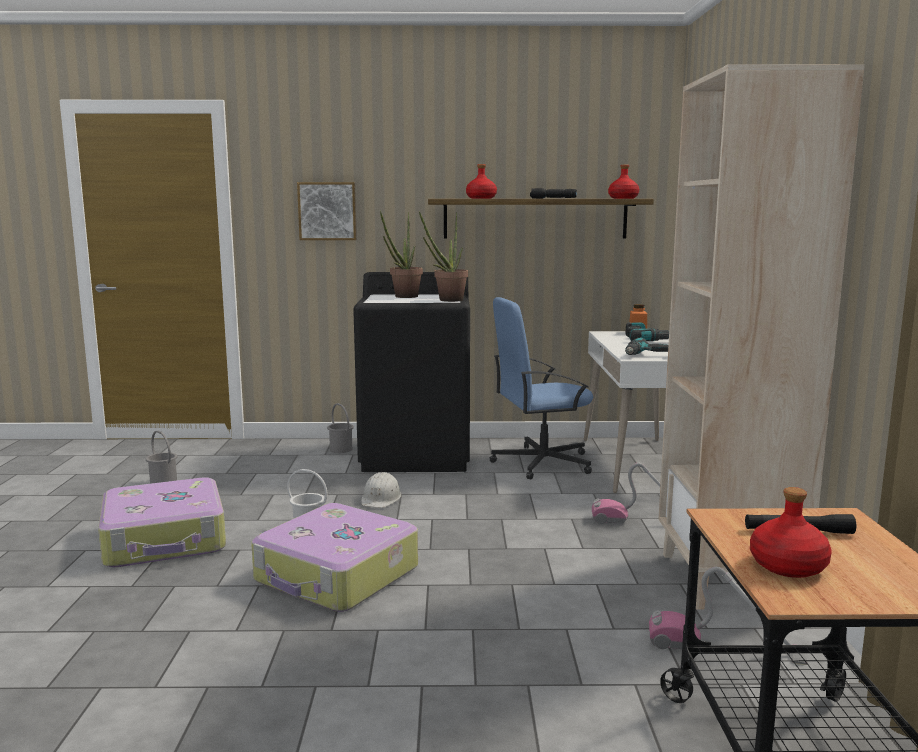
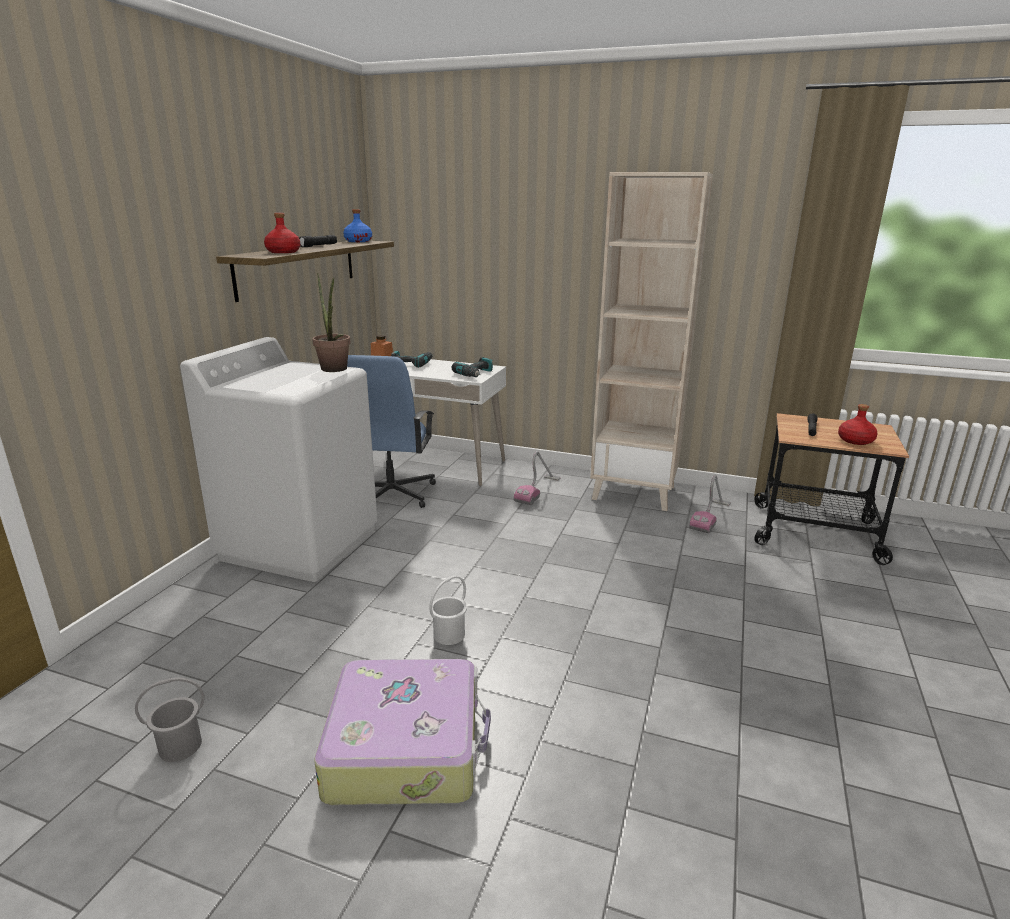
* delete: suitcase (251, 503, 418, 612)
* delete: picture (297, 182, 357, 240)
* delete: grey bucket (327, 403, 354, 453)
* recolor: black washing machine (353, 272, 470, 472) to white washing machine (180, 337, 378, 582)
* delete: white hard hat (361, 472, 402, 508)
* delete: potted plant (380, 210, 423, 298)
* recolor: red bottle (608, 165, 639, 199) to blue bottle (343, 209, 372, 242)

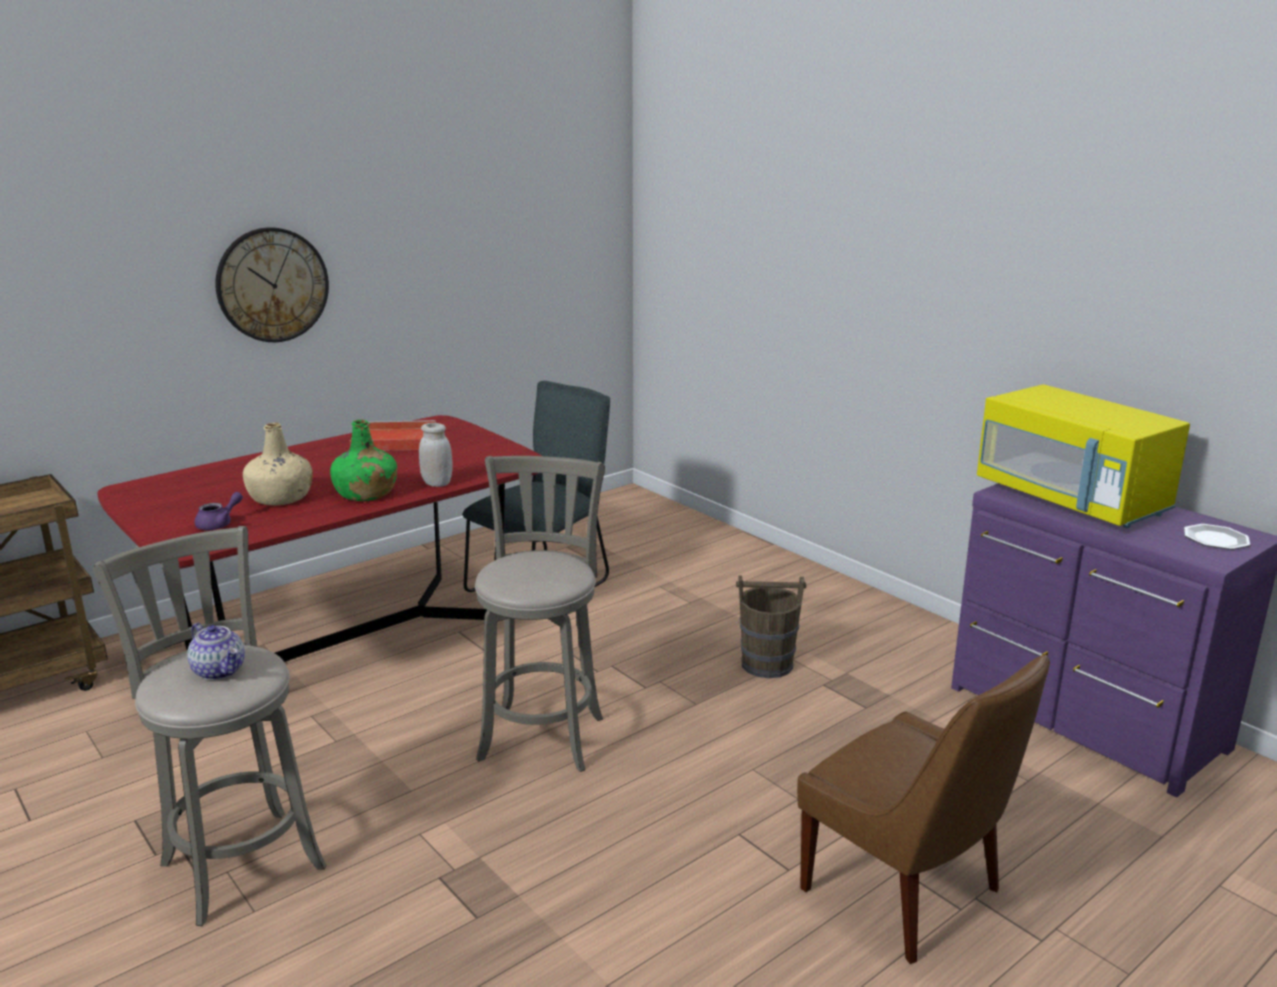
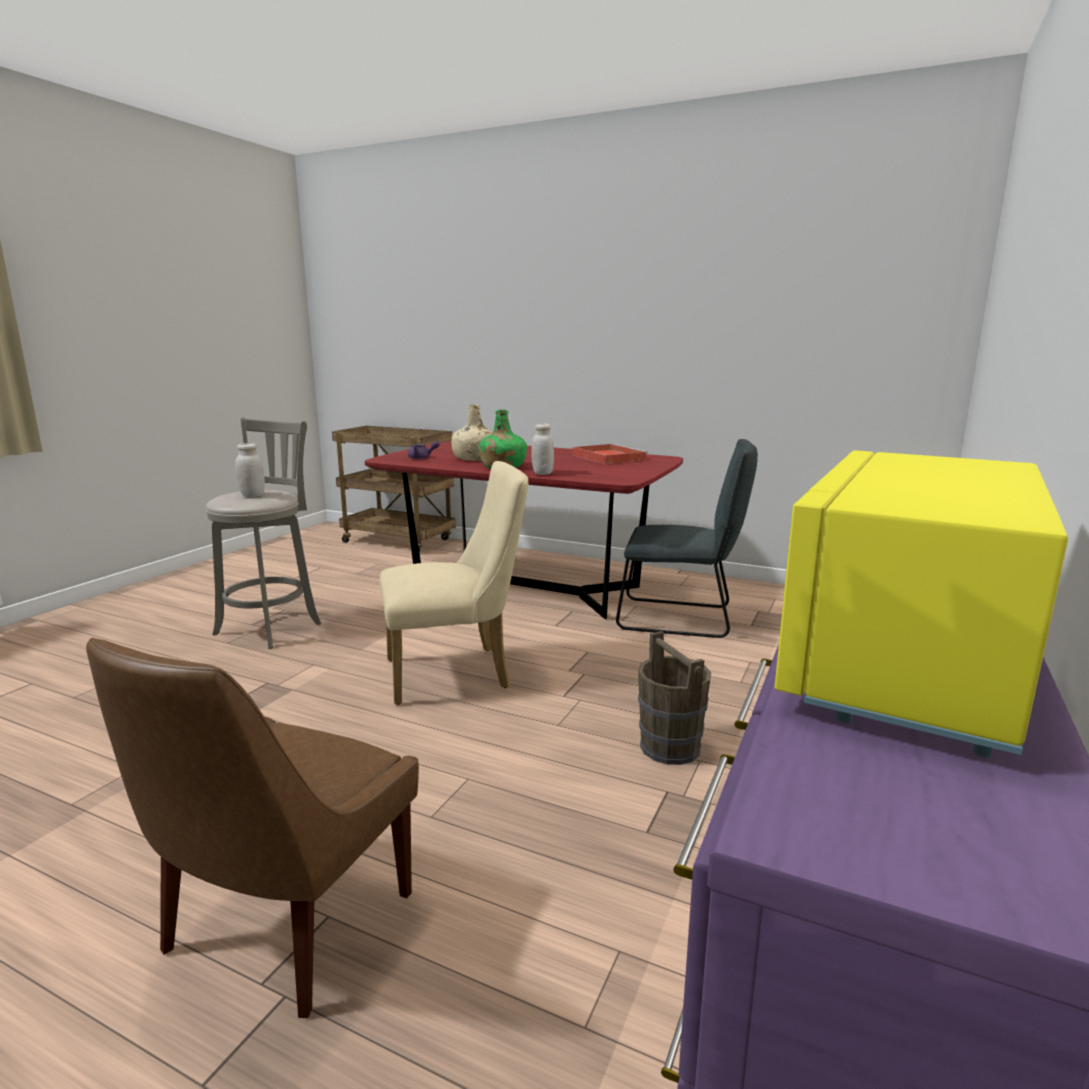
* replace: teapot (187, 623, 245, 680) to white jar (235, 443, 265, 497)
* delete: wall clock (215, 227, 329, 342)
* replace: grey stool (475, 456, 605, 772) to beige chair (380, 461, 528, 705)
* delete: plate (1184, 524, 1251, 550)

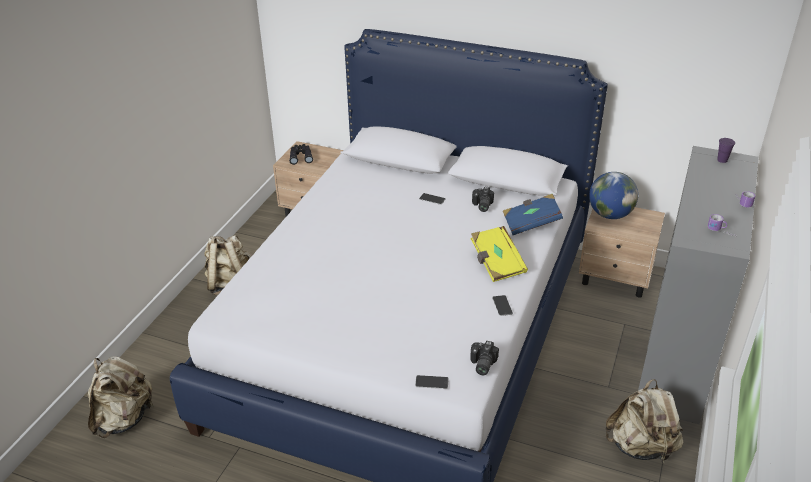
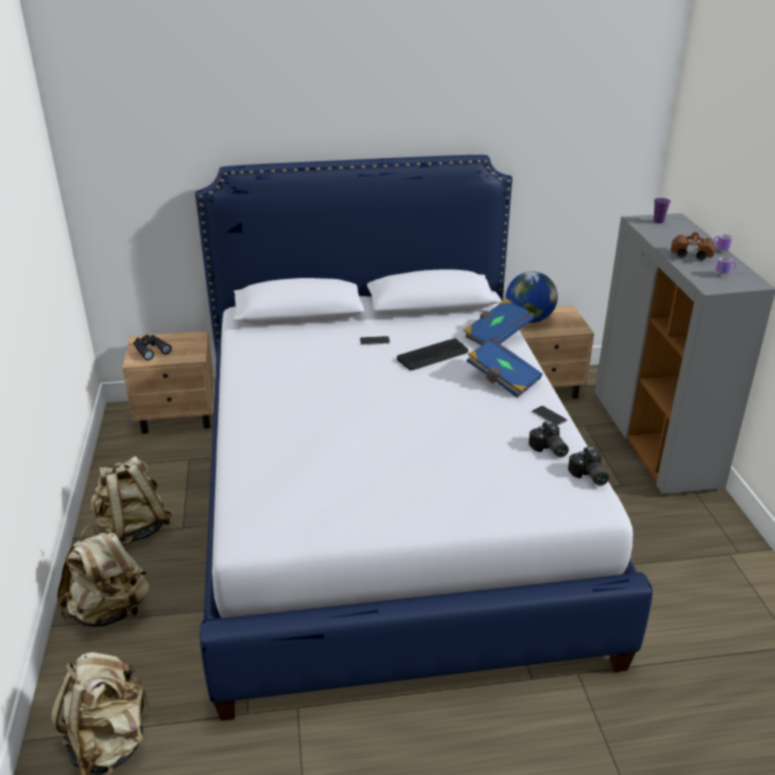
* delete: phone (415, 375, 449, 389)
* recolor: yellow book (471, 226, 528, 282) to blue book (466, 339, 542, 398)
* move: photo camera (472, 187, 494, 212) to (529, 421, 569, 458)
* move: beige backpack (606, 379, 684, 463) to (57, 524, 150, 627)
* insert: keyboard (397, 338, 469, 370)
* insert: brown binoculars (671, 232, 716, 261)

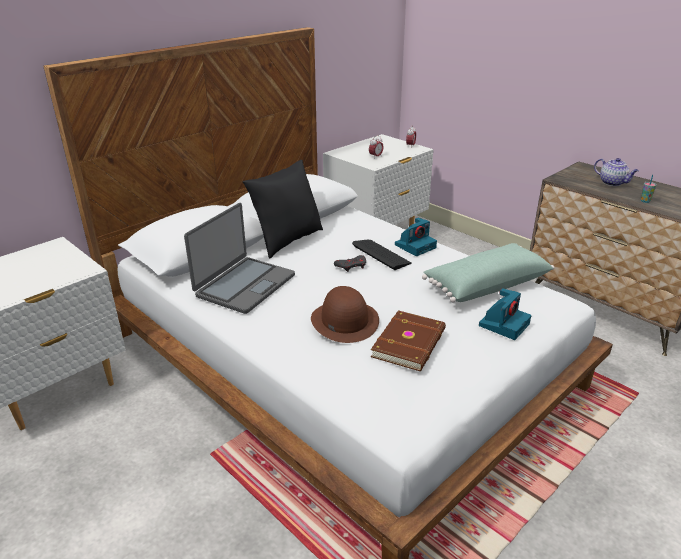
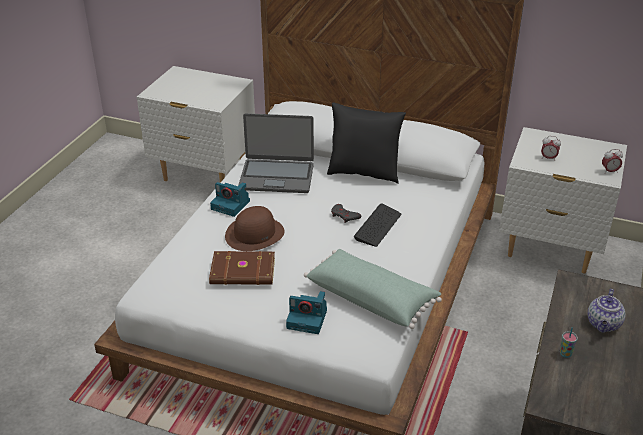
* move: photo camera (395, 217, 437, 256) to (210, 182, 250, 217)

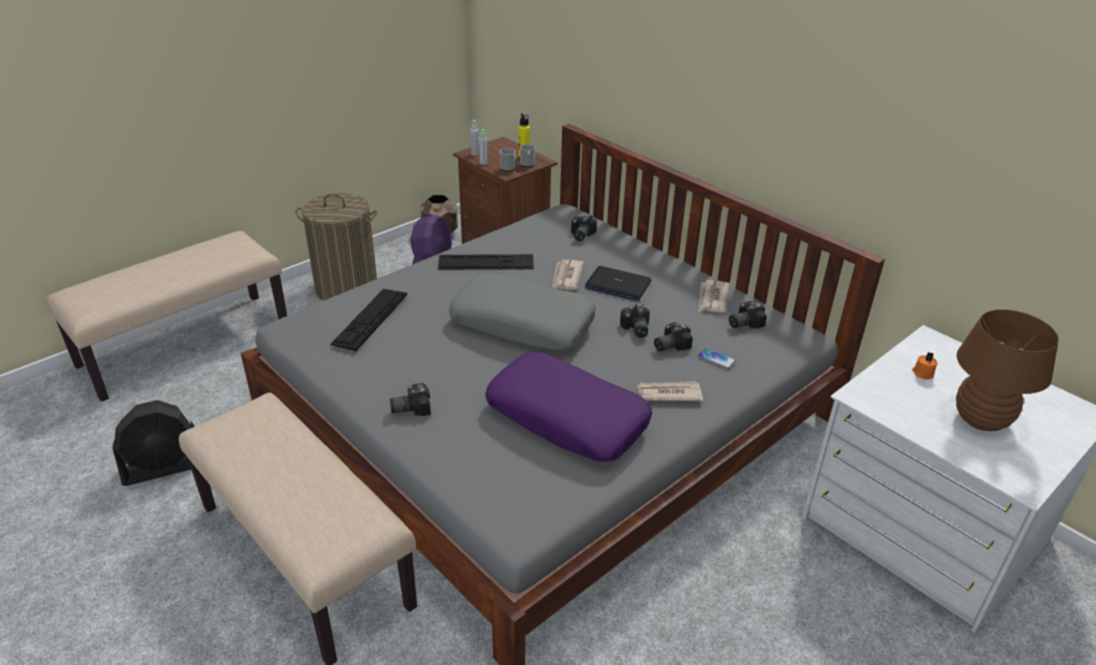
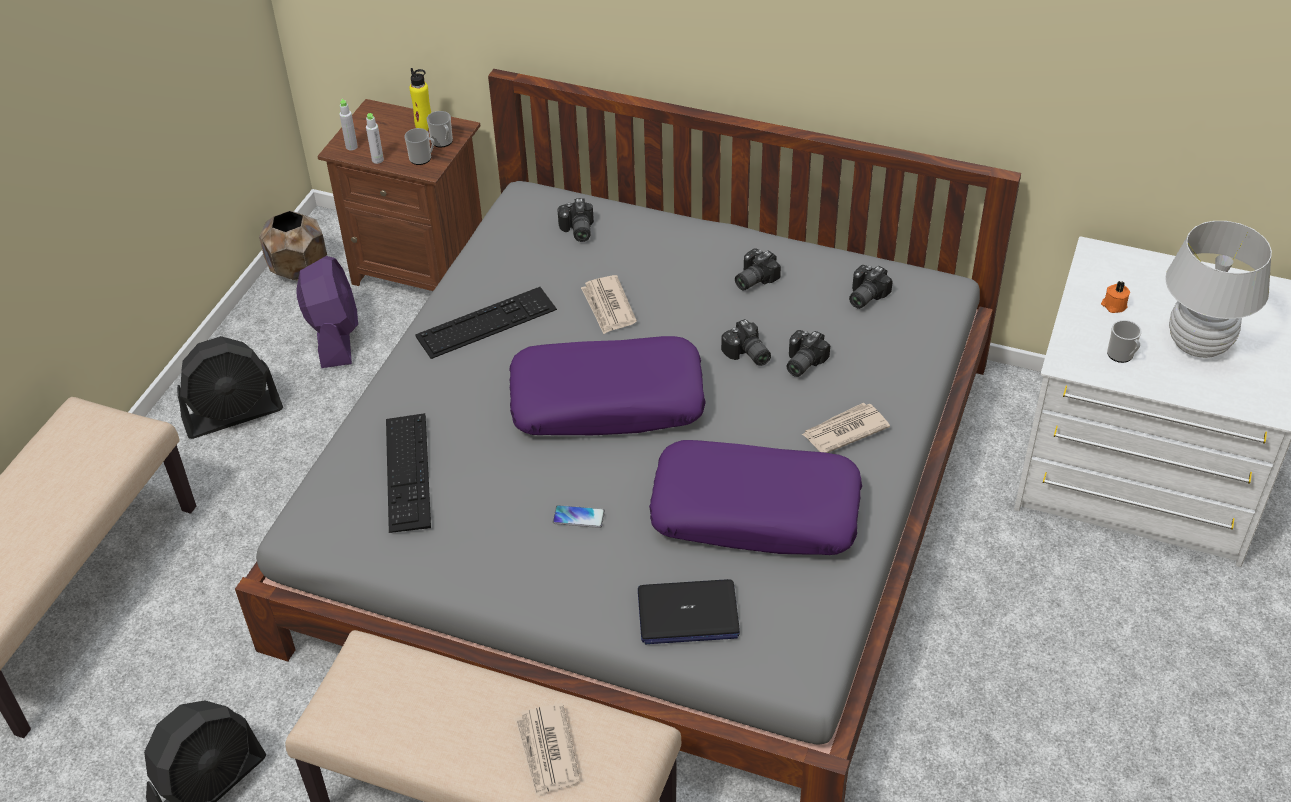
* replace: laundry basket (296, 193, 377, 301) to black fan (177, 336, 283, 439)
* move: photo camera (390, 383, 431, 416) to (735, 248, 781, 290)
* recolor: grey pillow (449, 273, 596, 351) to purple pillow (509, 336, 706, 435)
* move: laptop (585, 266, 651, 301) to (638, 579, 740, 645)
* move: phone (698, 348, 736, 369) to (553, 505, 605, 528)
* move: newspaper (699, 280, 730, 313) to (515, 703, 580, 796)
* recolor: brown table lamp (956, 309, 1059, 431) to white table lamp (1165, 221, 1272, 358)
* insert: mug (1107, 320, 1141, 363)

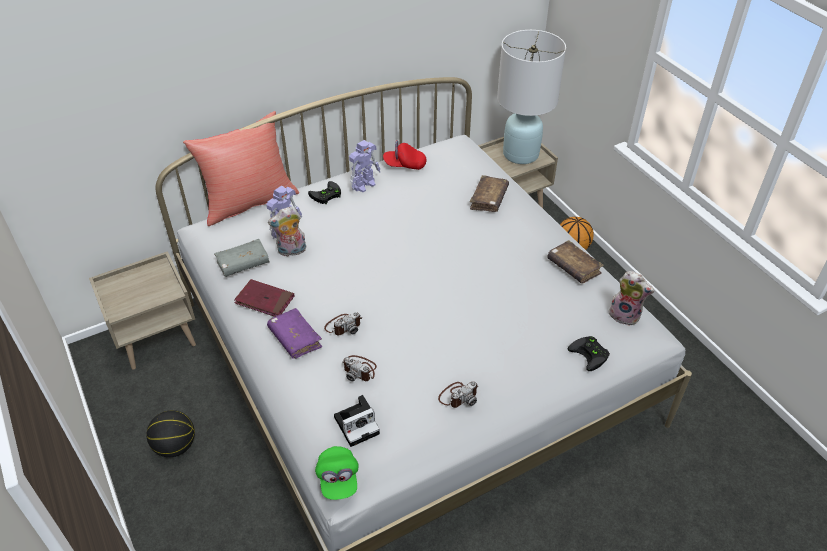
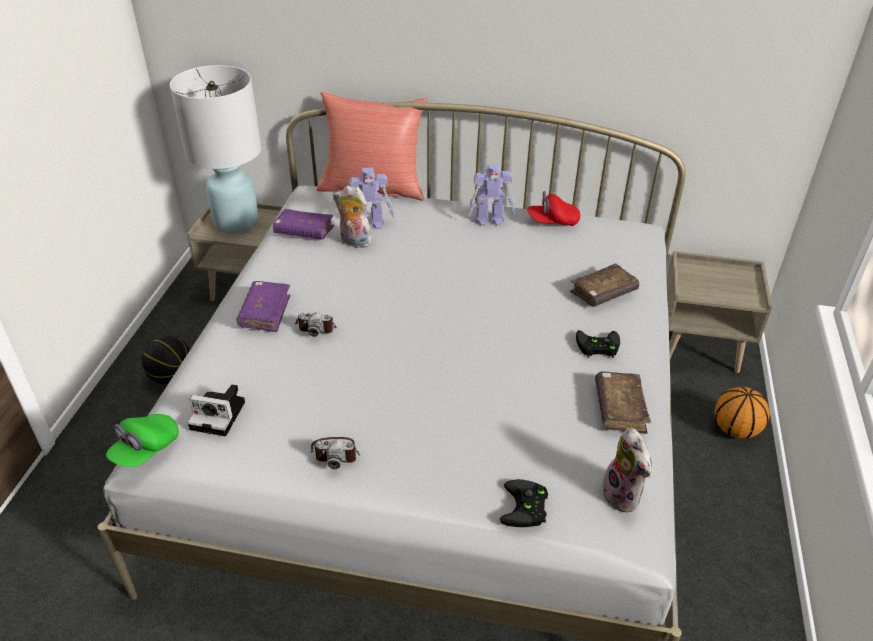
* recolor: grey book (214, 239, 270, 277) to purple book (273, 209, 334, 240)
* delete: red book (234, 279, 294, 317)
* move: black game controller (308, 181, 341, 204) to (576, 330, 620, 358)
* delete: photo camera (343, 355, 377, 382)
* rotate: red cap (383, 140, 427, 170) = (527, 191, 580, 226) 45 degrees counterclockwise
* move: white table lamp (497, 30, 566, 164) to (170, 65, 261, 233)

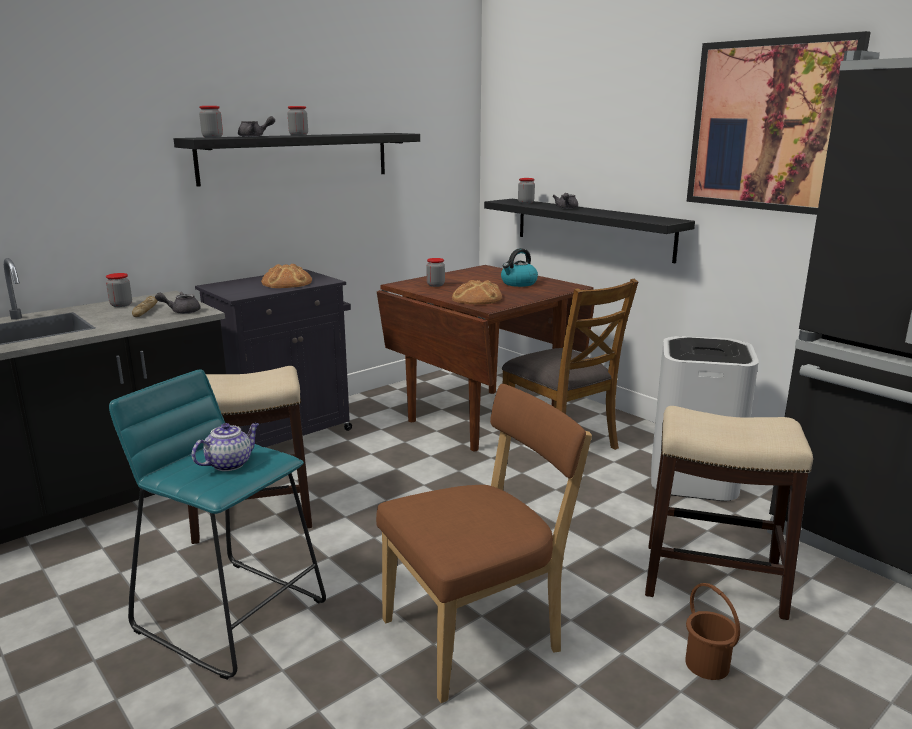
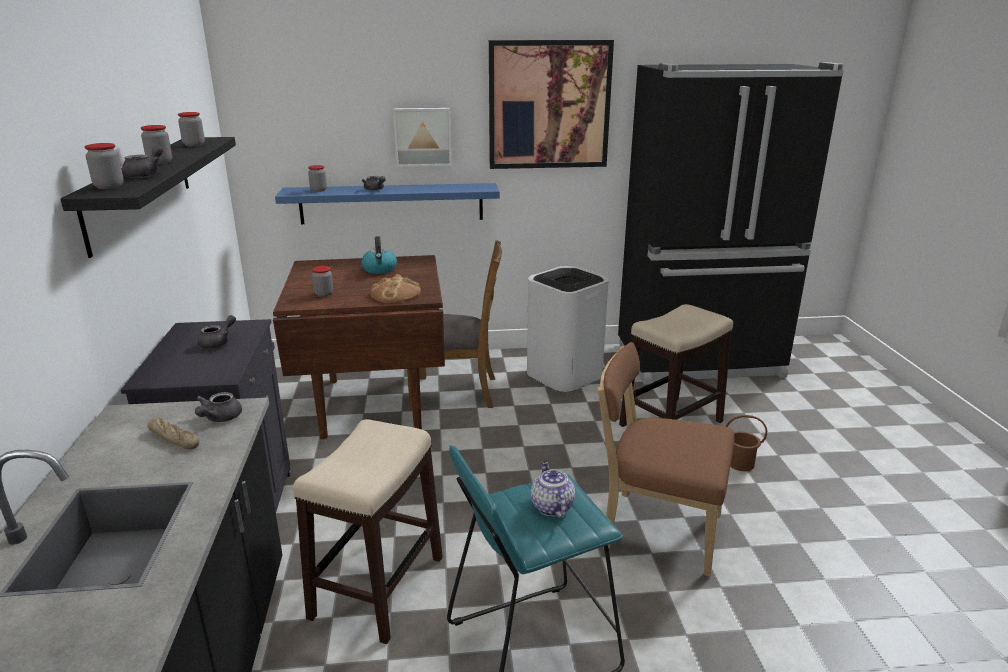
* move: jar (106, 273, 132, 307) to (178, 112, 205, 146)
* replace: bread (261, 264, 312, 288) to grey teapot (198, 315, 236, 349)
* rotate: brown chair (376, 384, 592, 703) = (597, 342, 734, 577) 75 degrees counterclockwise
* recolor: black shelf (484, 199, 695, 263) to blue shelf (275, 183, 500, 224)
* insert: picture (393, 108, 452, 167)

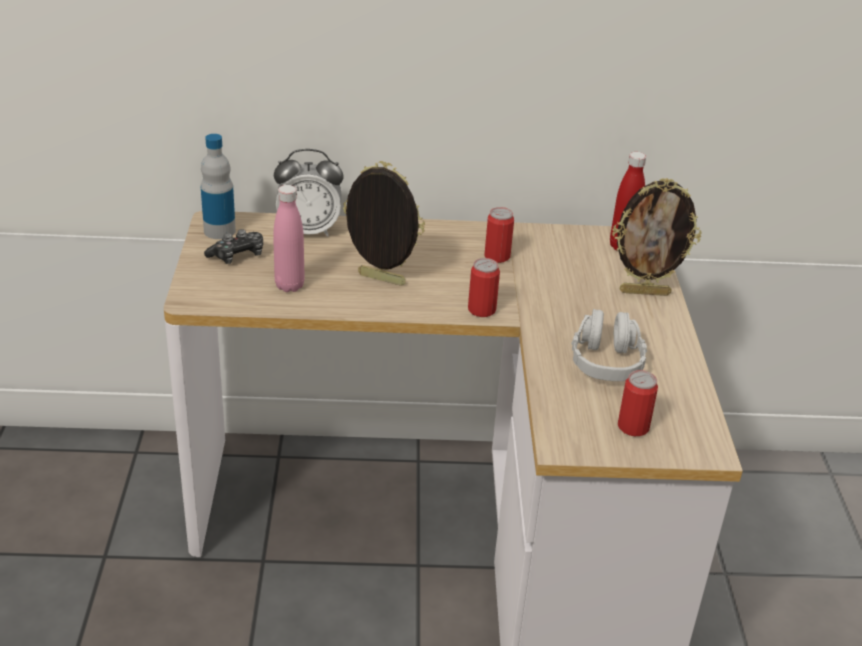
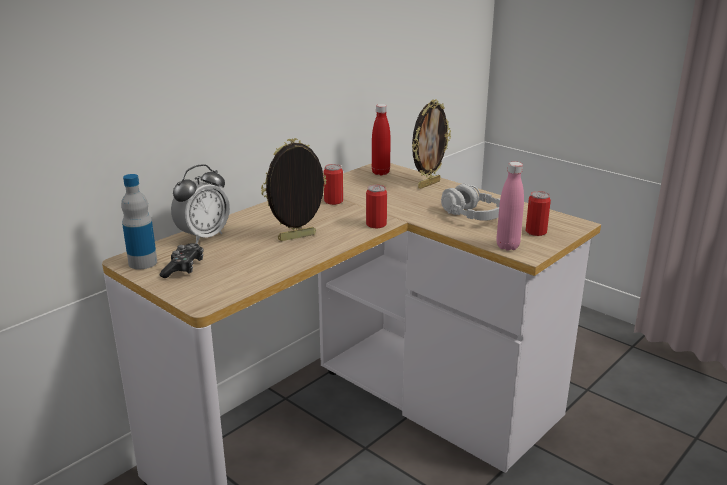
* move: pink bottle (273, 185, 305, 292) to (497, 162, 524, 251)

